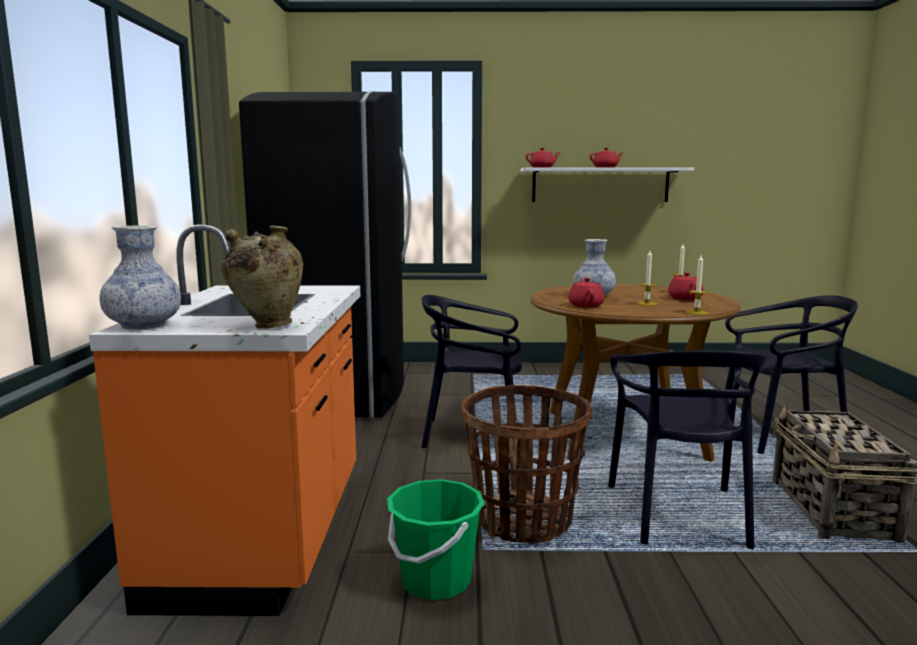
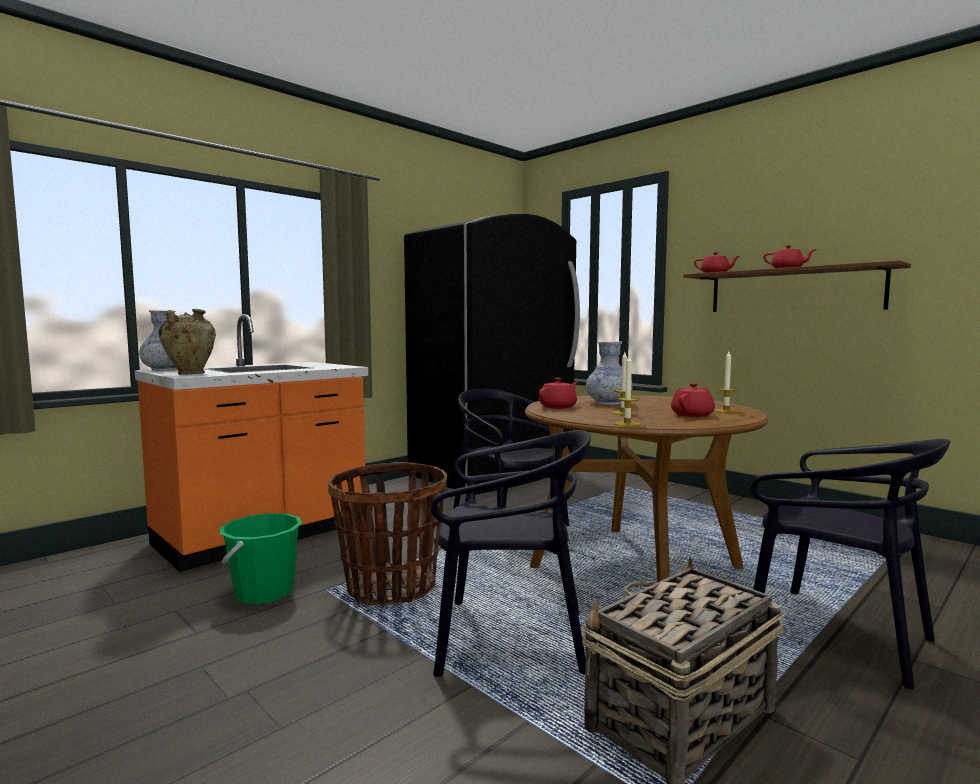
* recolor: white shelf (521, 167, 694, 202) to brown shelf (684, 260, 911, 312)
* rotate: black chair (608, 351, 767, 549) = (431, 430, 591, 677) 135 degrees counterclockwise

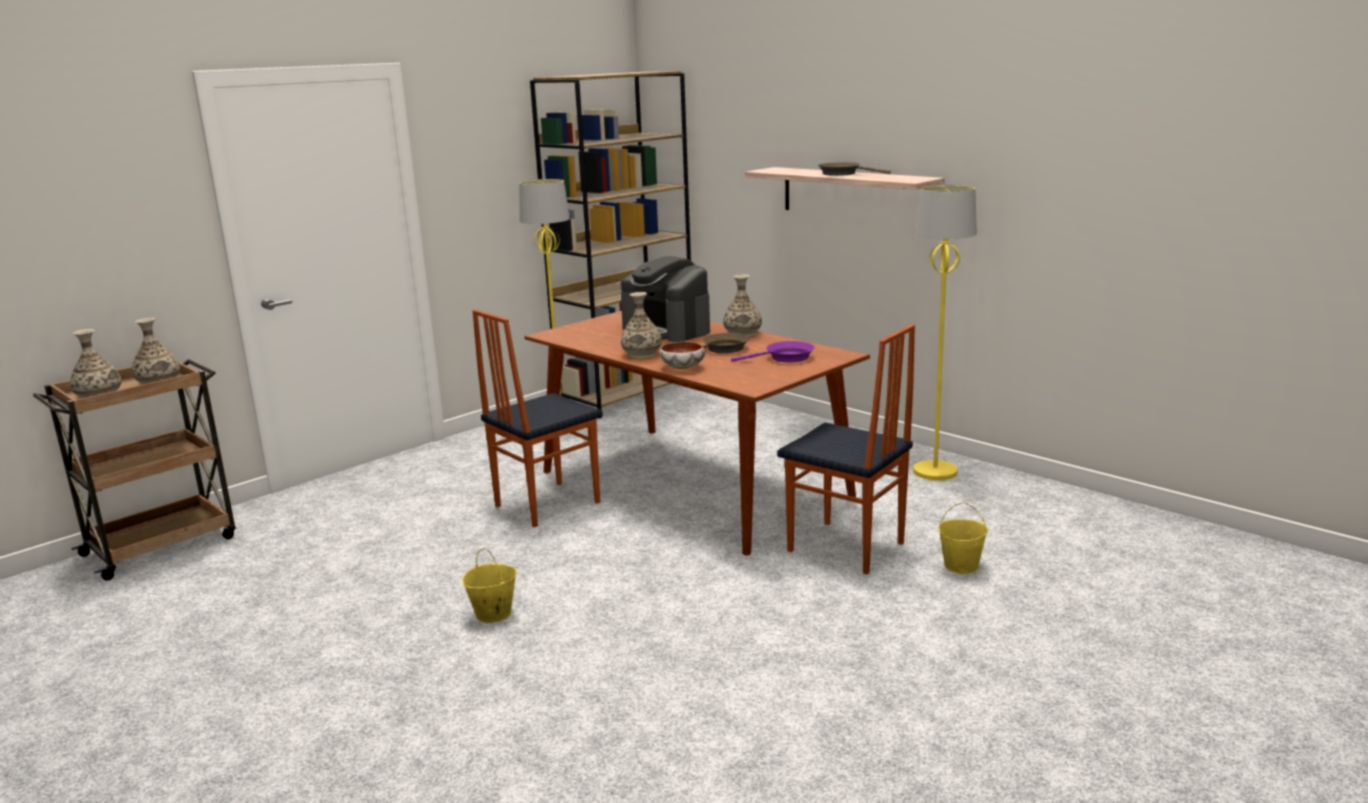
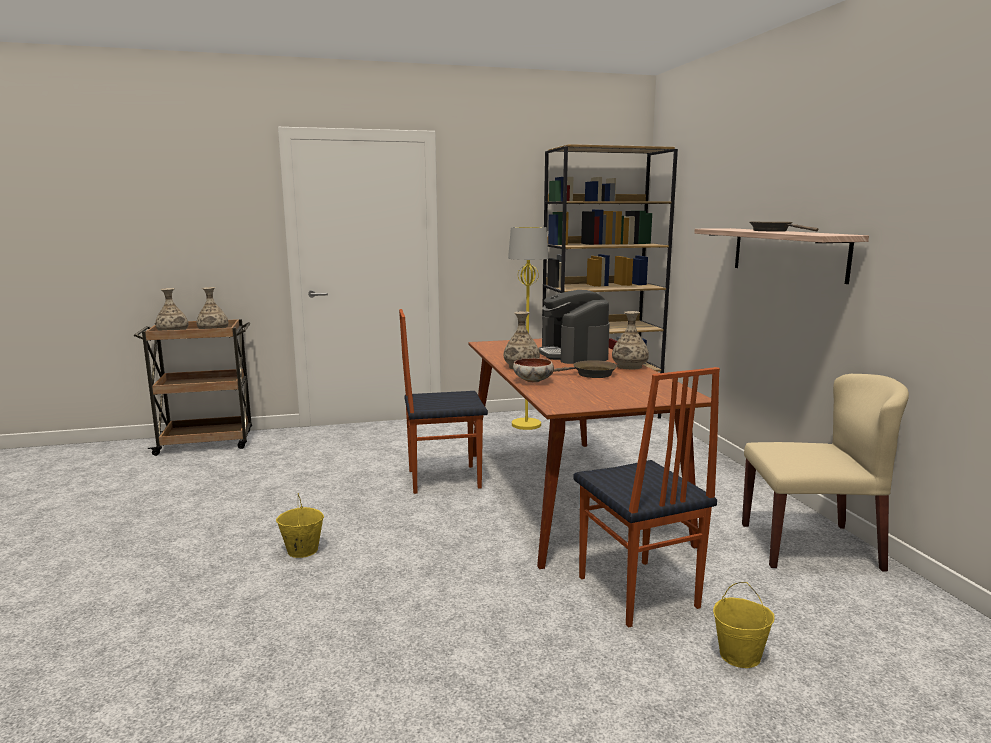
* delete: purple frying pan (731, 341, 815, 362)
* replace: yellow floor lamp (913, 185, 977, 480) to beige chair (742, 374, 909, 572)

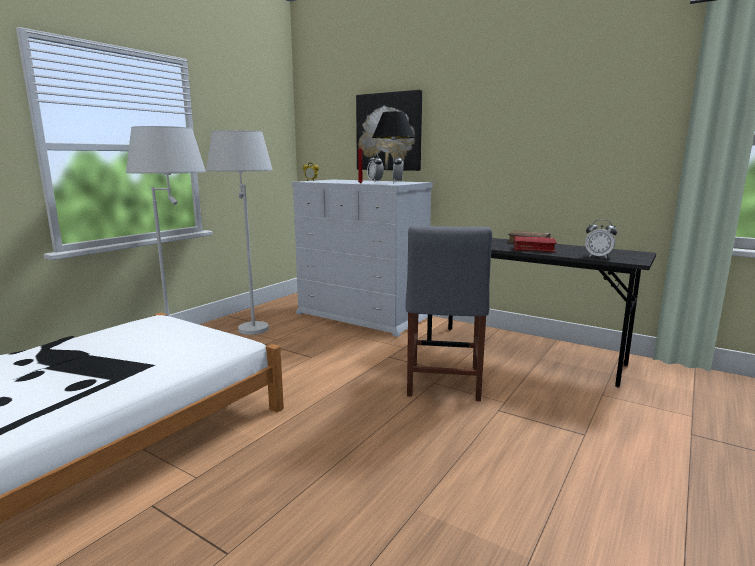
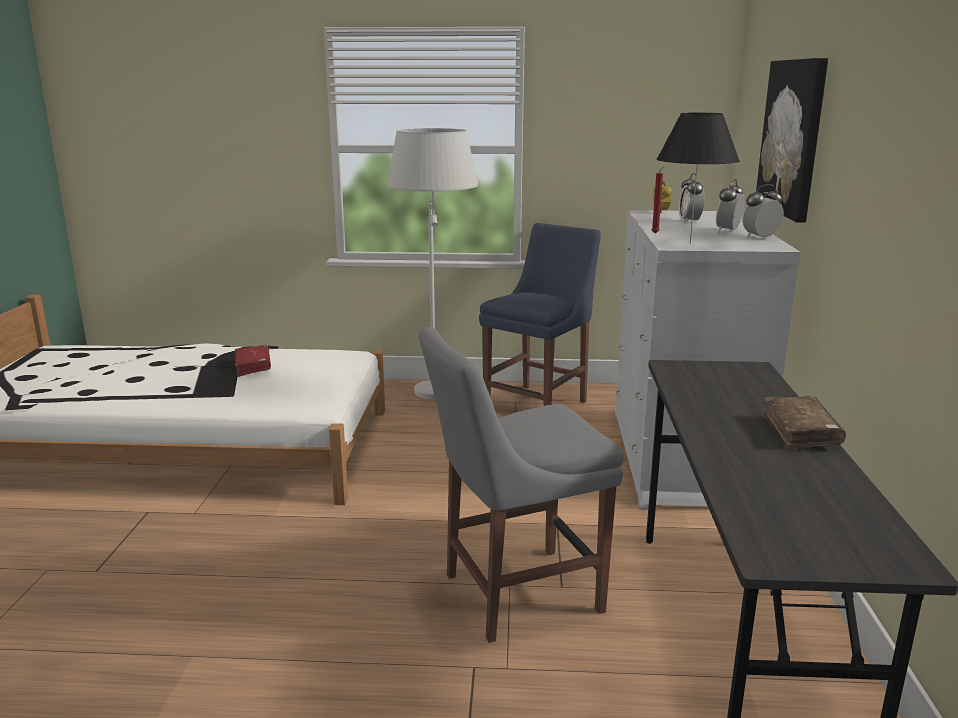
* replace: white floor lamp (206, 130, 273, 335) to blue chair (479, 223, 601, 406)
* move: red book (514, 236, 557, 253) to (235, 345, 271, 377)
* move: alarm clock (585, 220, 617, 259) to (679, 173, 705, 223)

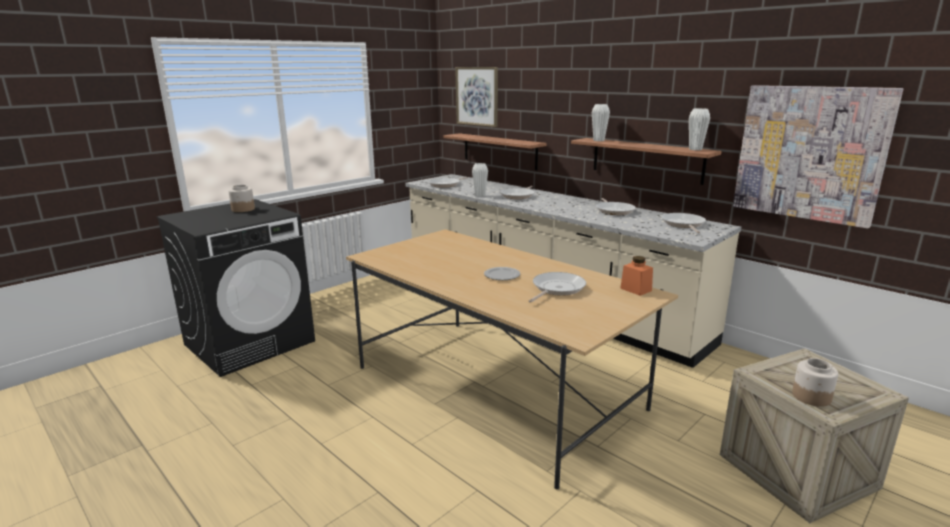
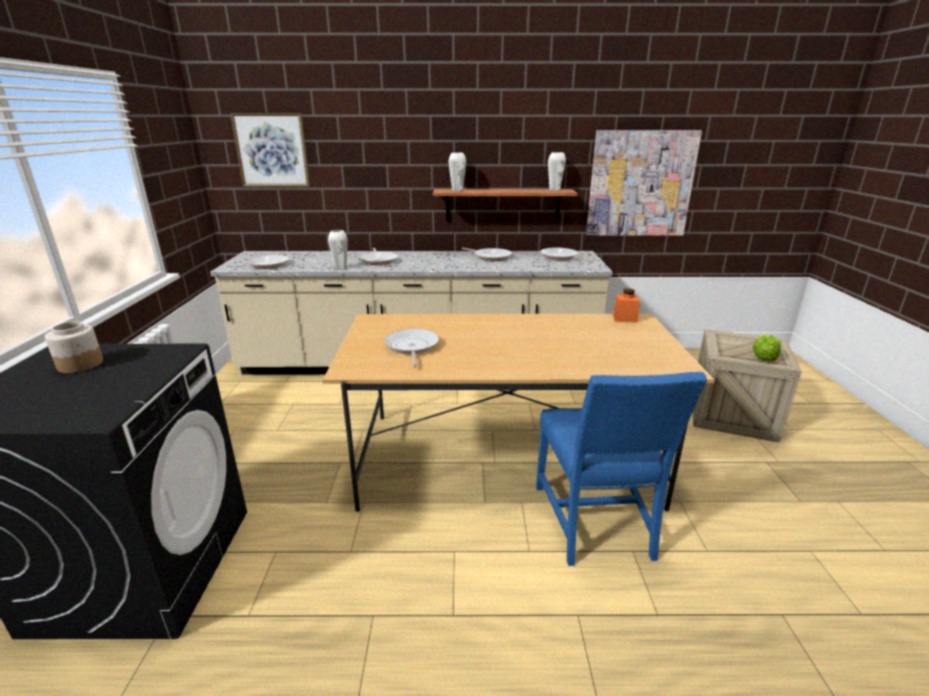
* delete: shelf (444, 133, 547, 170)
* delete: plate (484, 267, 520, 280)
* move: frying pan (529, 272, 586, 303) to (385, 329, 439, 368)
* replace: jar (792, 358, 838, 407) to lettuce (753, 335, 781, 361)
* insert: blue chair (536, 372, 707, 566)

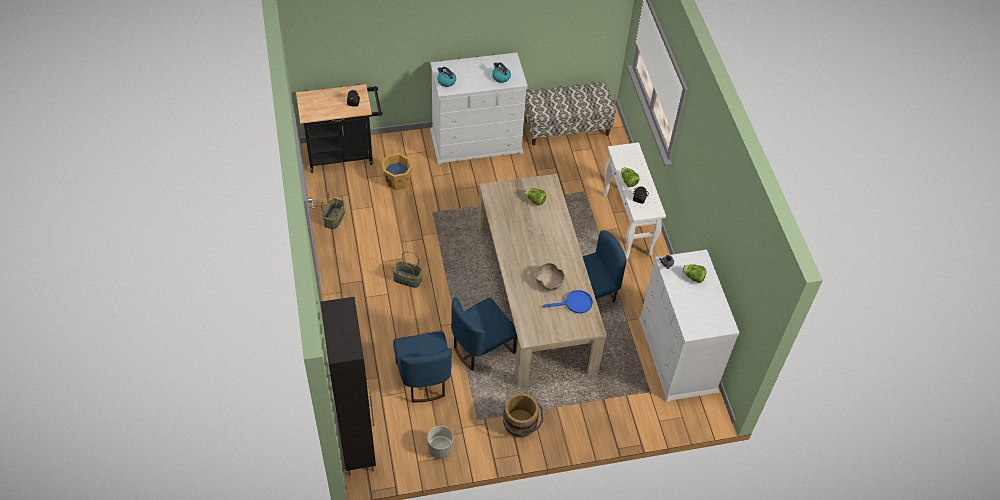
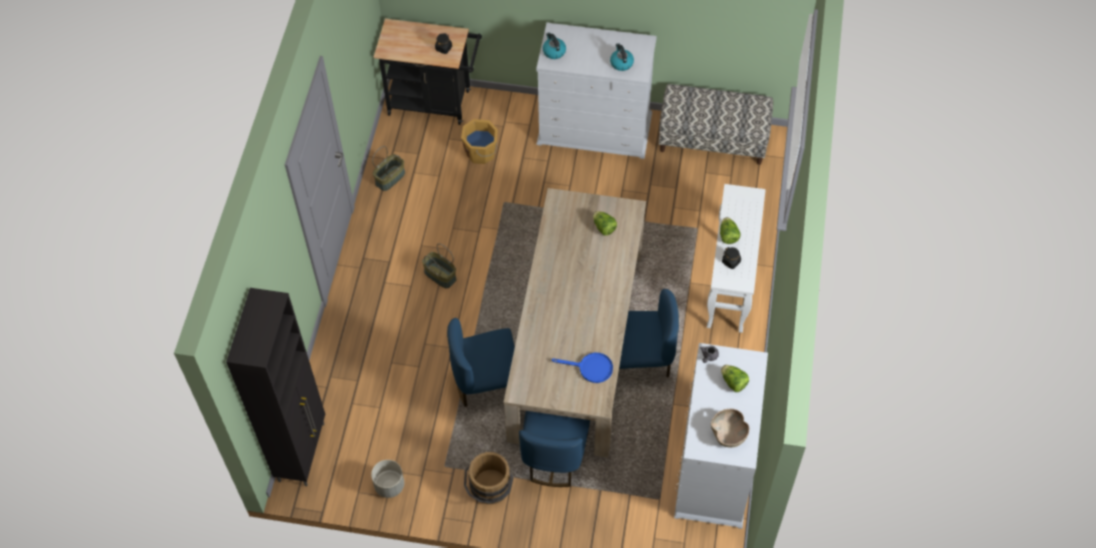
* move: blue chair (393, 331, 452, 402) to (519, 411, 590, 487)
* move: brown bowl (535, 263, 564, 291) to (711, 409, 749, 447)

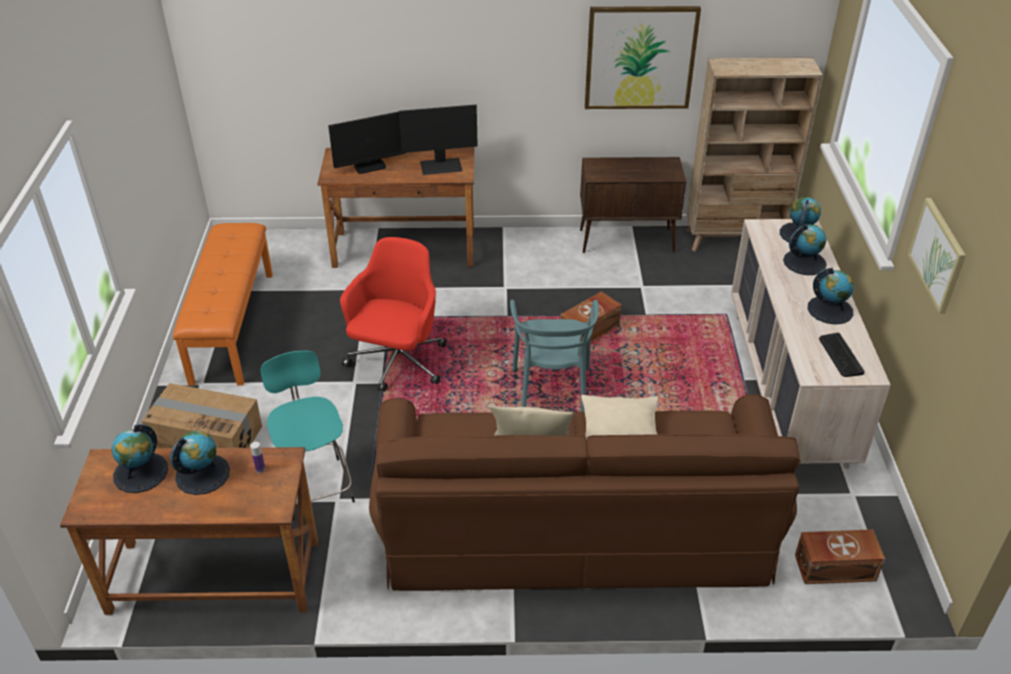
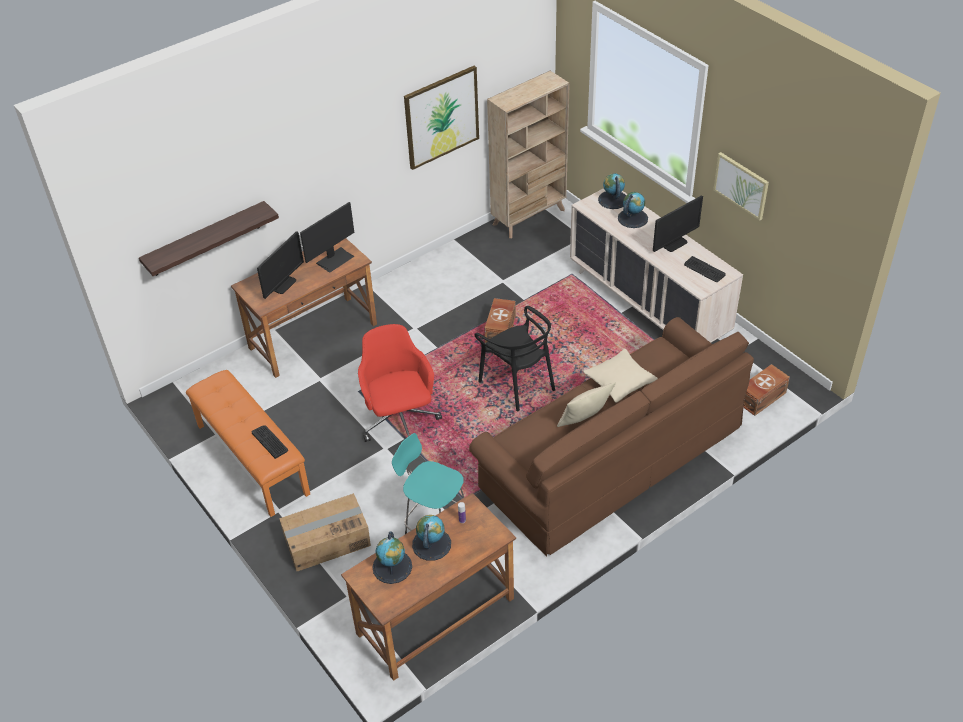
* recolor: turquoise chair (510, 300, 599, 412) to black chair (474, 306, 555, 411)
* delete: brown cabinet (580, 157, 686, 253)
* replace: globe (808, 268, 854, 324) to monitor (653, 195, 703, 252)
* insert: shelf (139, 201, 279, 276)
* insert: keyboard (251, 425, 288, 459)

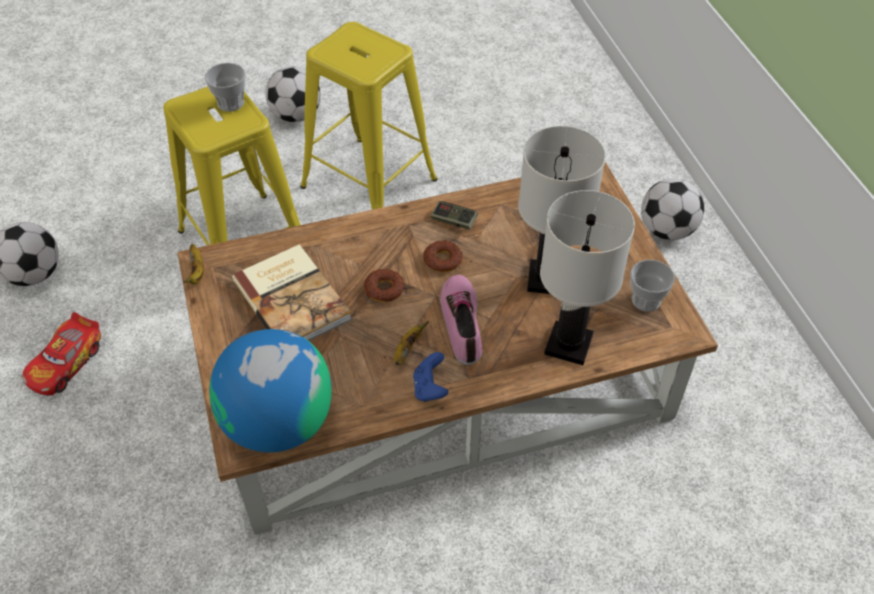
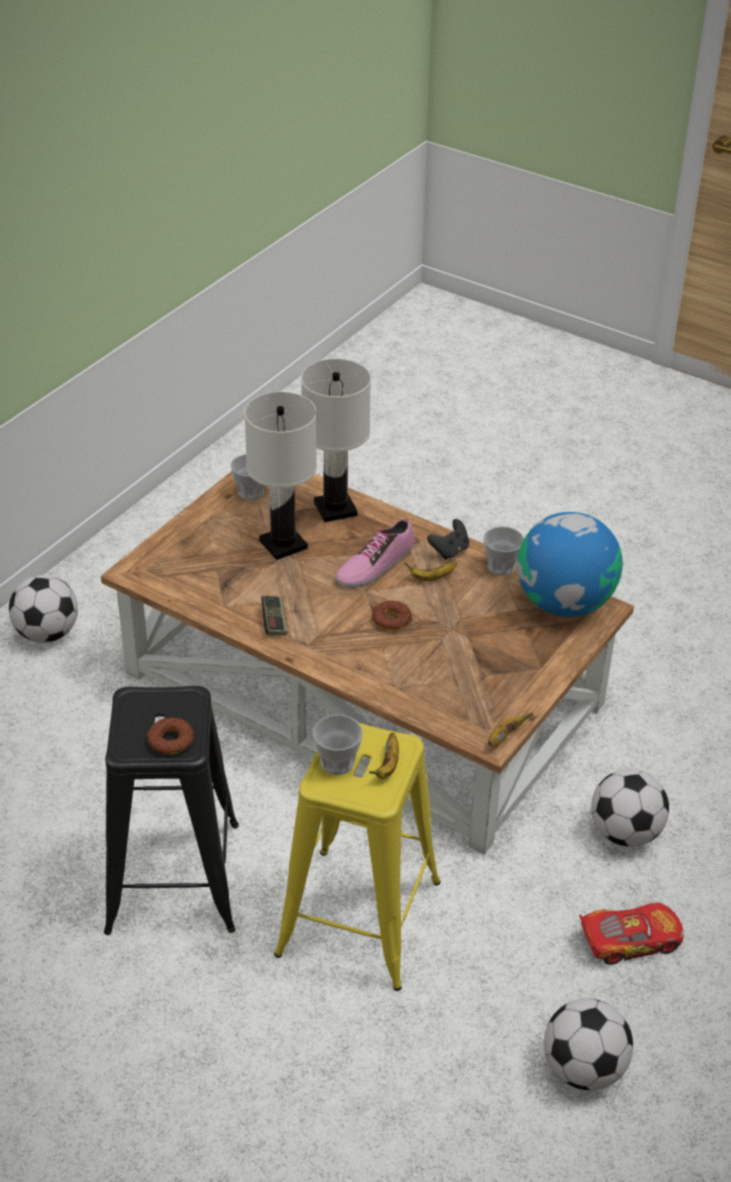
* delete: book (232, 244, 352, 341)
* move: football (265, 66, 321, 122) to (591, 769, 669, 847)
* recolor: yellow stool (300, 22, 437, 210) to black stool (104, 686, 239, 935)
* recolor: blue game controller (413, 352, 448, 402) to black game controller (427, 519, 469, 560)
* move: donut (423, 240, 463, 272) to (147, 717, 194, 754)
* insert: banana (369, 733, 399, 779)
* insert: cup (483, 526, 524, 576)

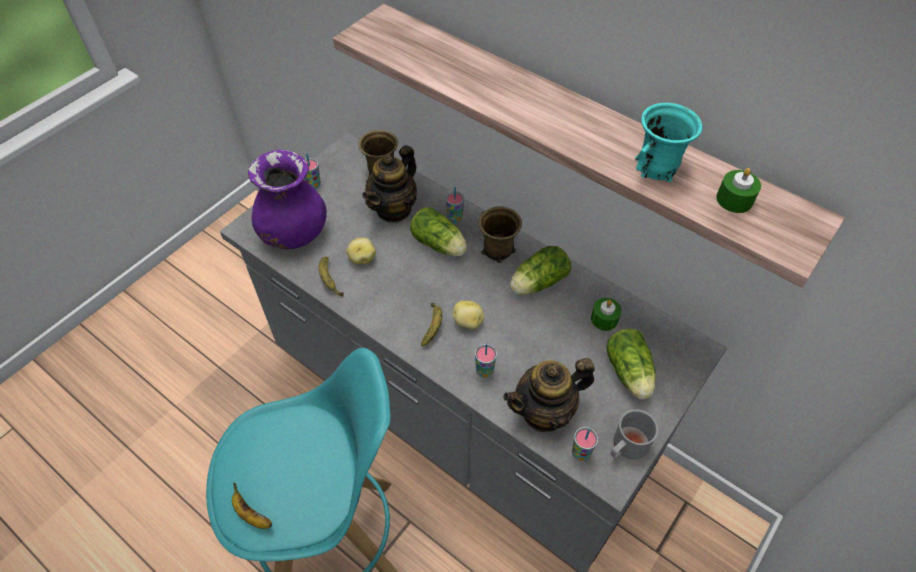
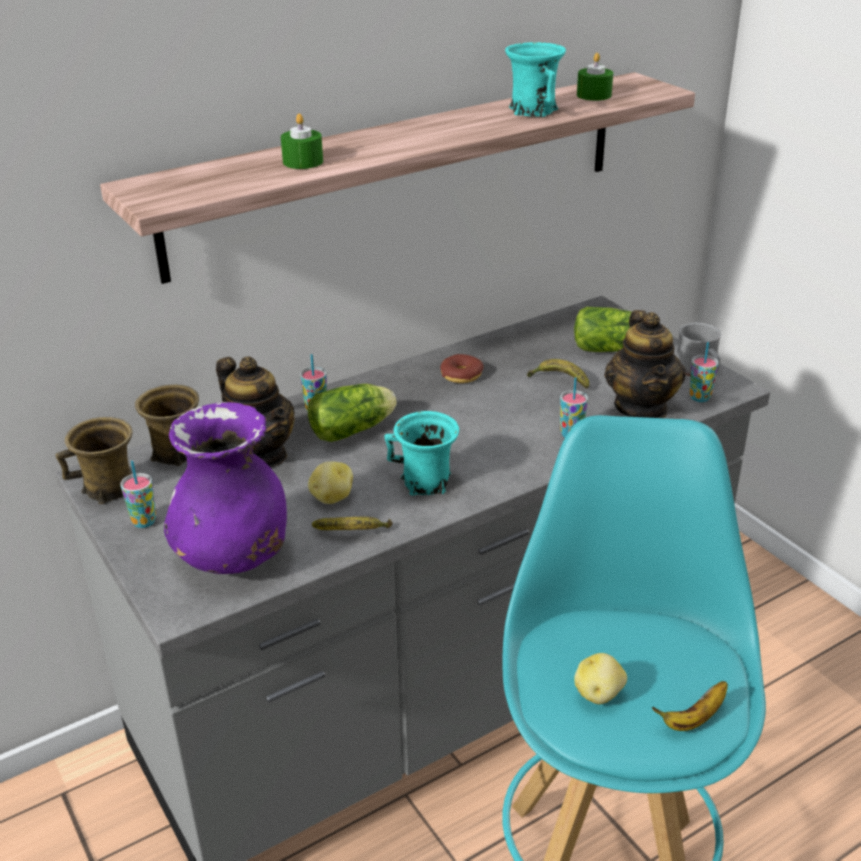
* move: banana (421, 303, 442, 346) to (527, 359, 589, 389)
* move: potato (453, 301, 484, 330) to (574, 653, 627, 704)
* move: brown mug (479, 206, 522, 263) to (55, 417, 133, 504)
* replace: lettuce (510, 246, 572, 295) to donut (440, 354, 483, 383)
* move: green candle (591, 298, 622, 331) to (281, 114, 323, 169)
* insert: turquoise mug (384, 411, 459, 496)

